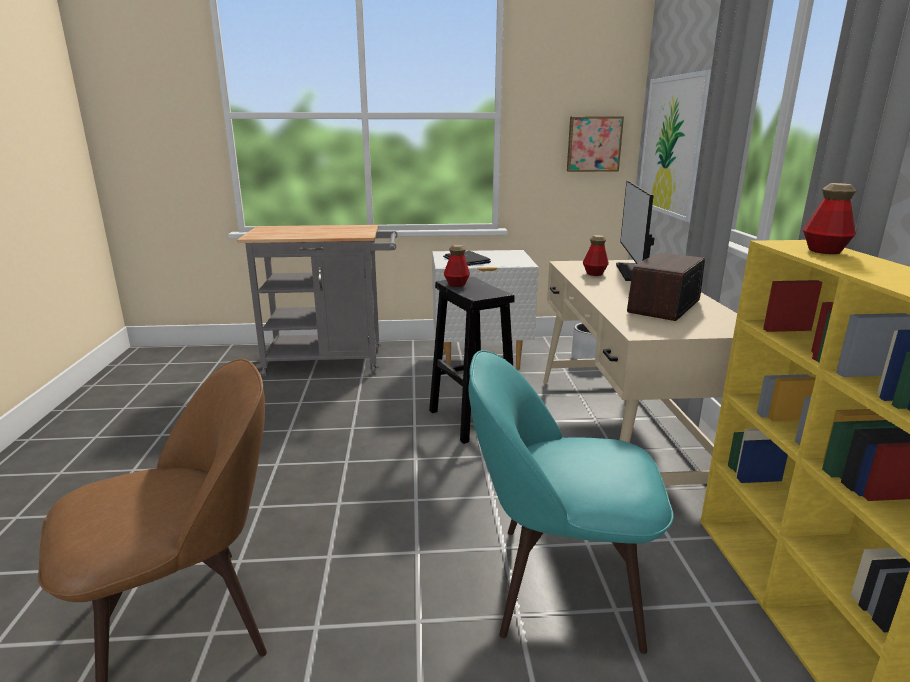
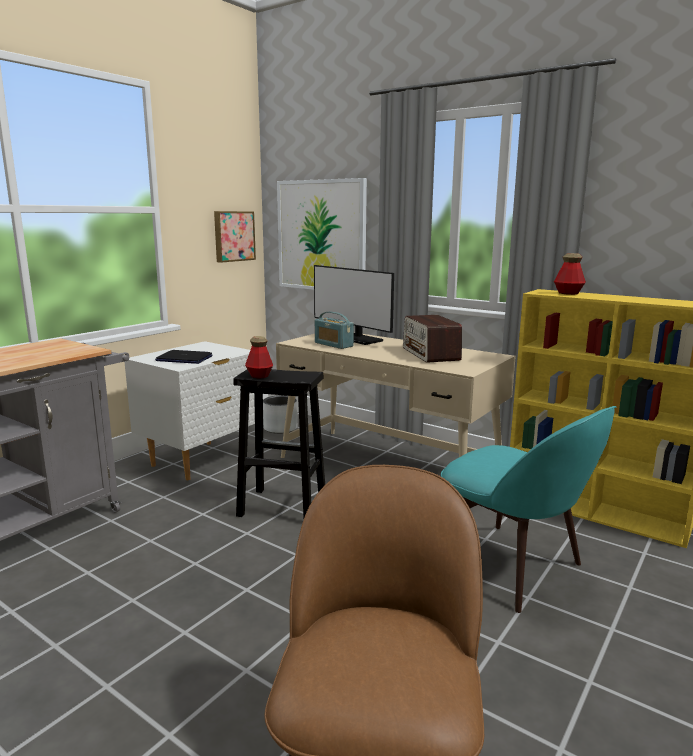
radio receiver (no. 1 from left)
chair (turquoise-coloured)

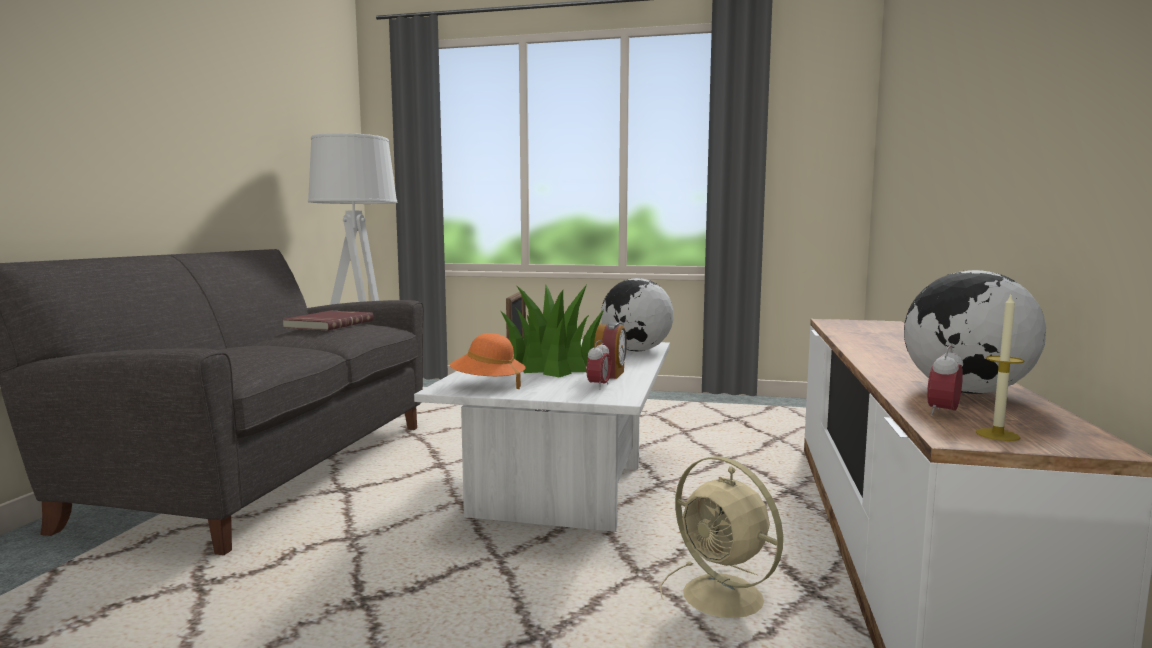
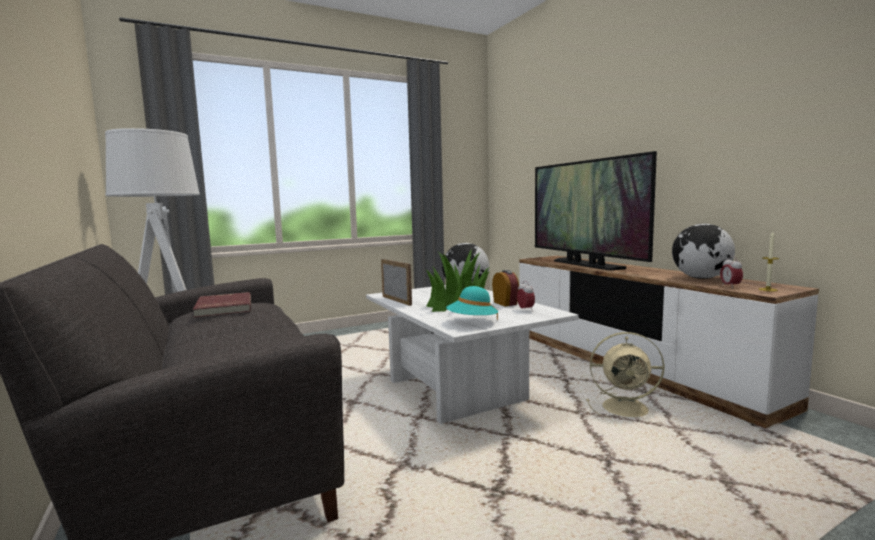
hat (turquoise-coloured)
TV set

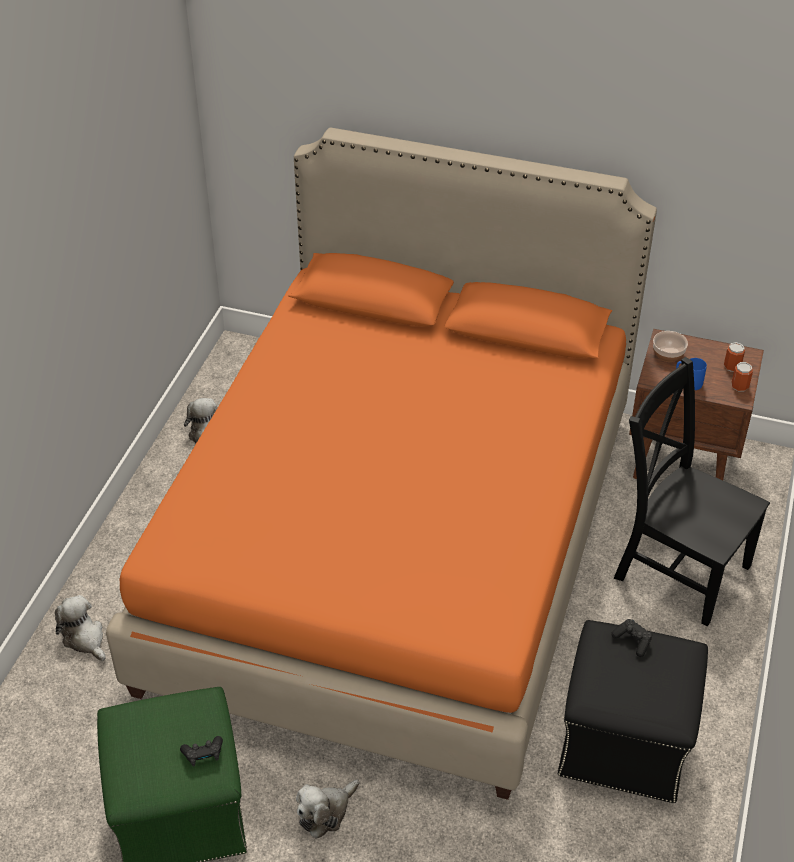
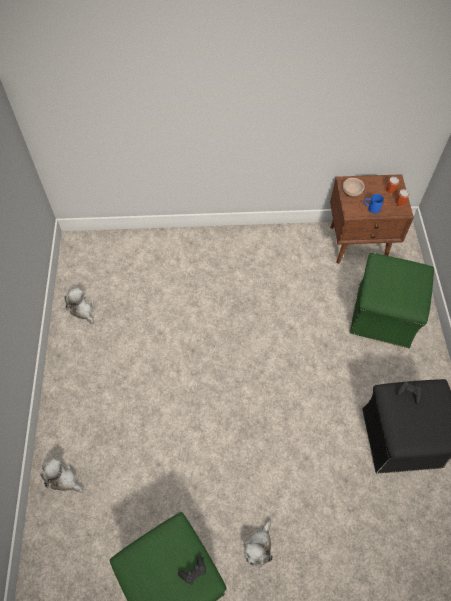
bedroom bed (orangey)
ottoman (green) (no. 2 from left)

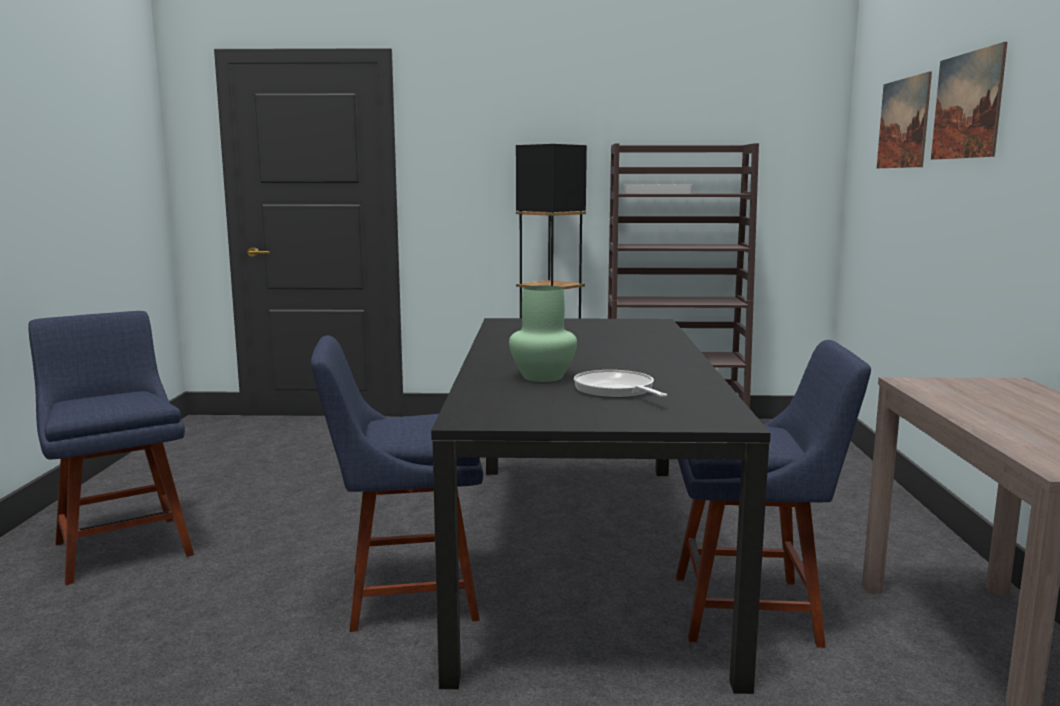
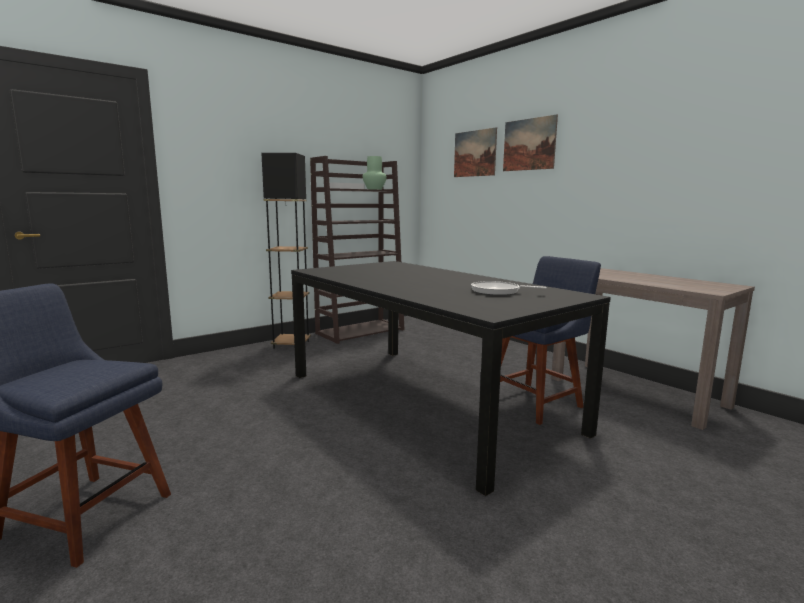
decorative vase (green)
chair (bluish) (no. 2 from left in the first image)

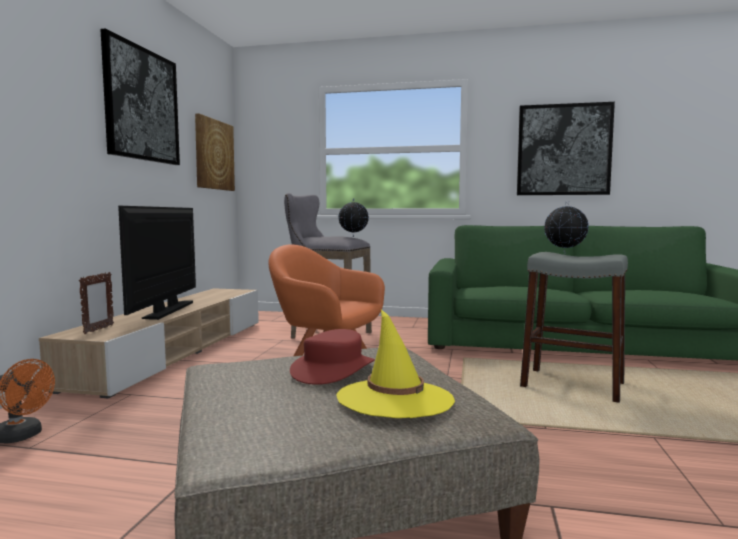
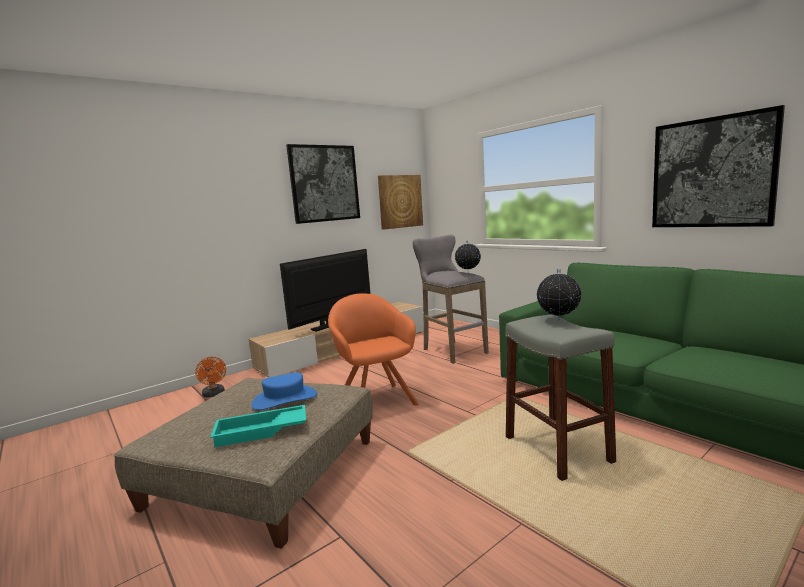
photo frame
serving tray (turquoise-coloured)
hat (bluish)

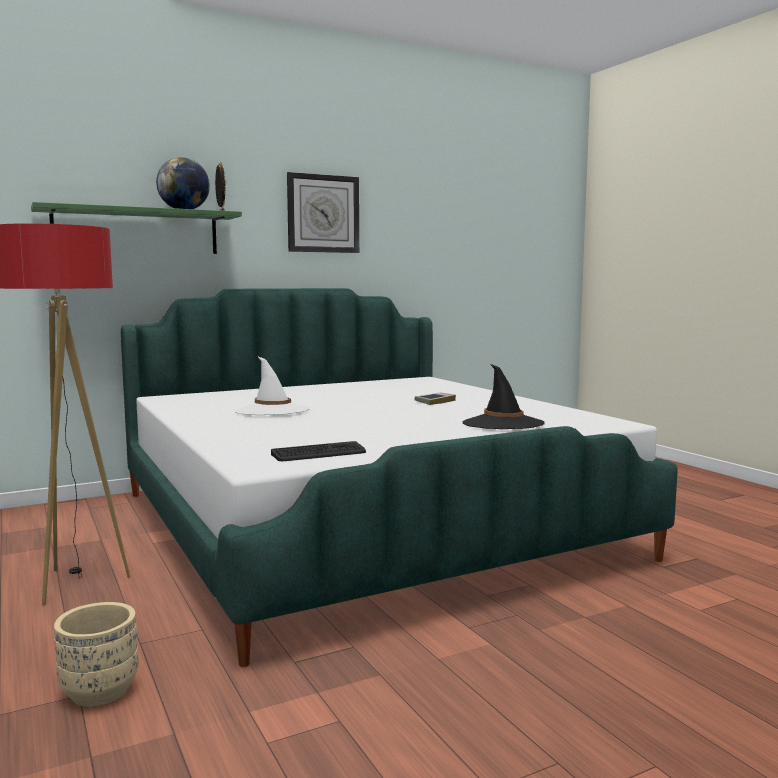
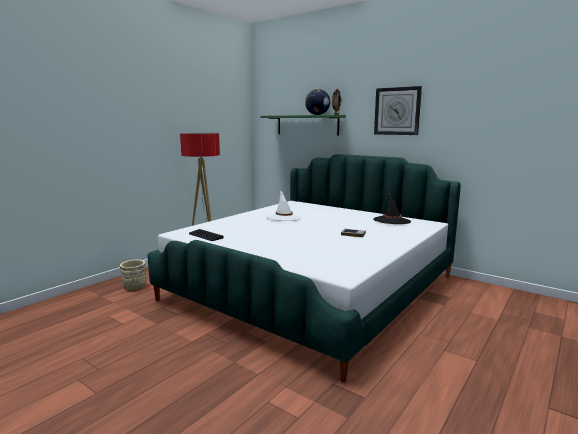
hat (black-coloured)

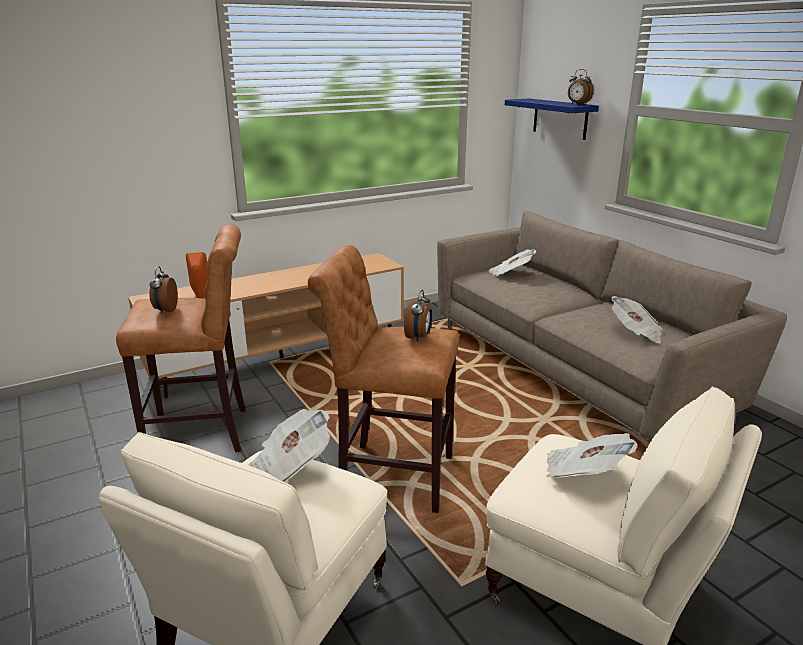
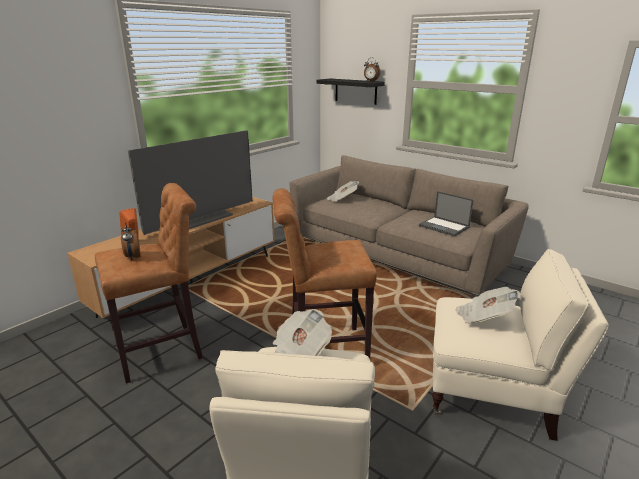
wall shelf (black-coloured)
bedside clock (no. 2 from left in the first image)
portable computer
TV set

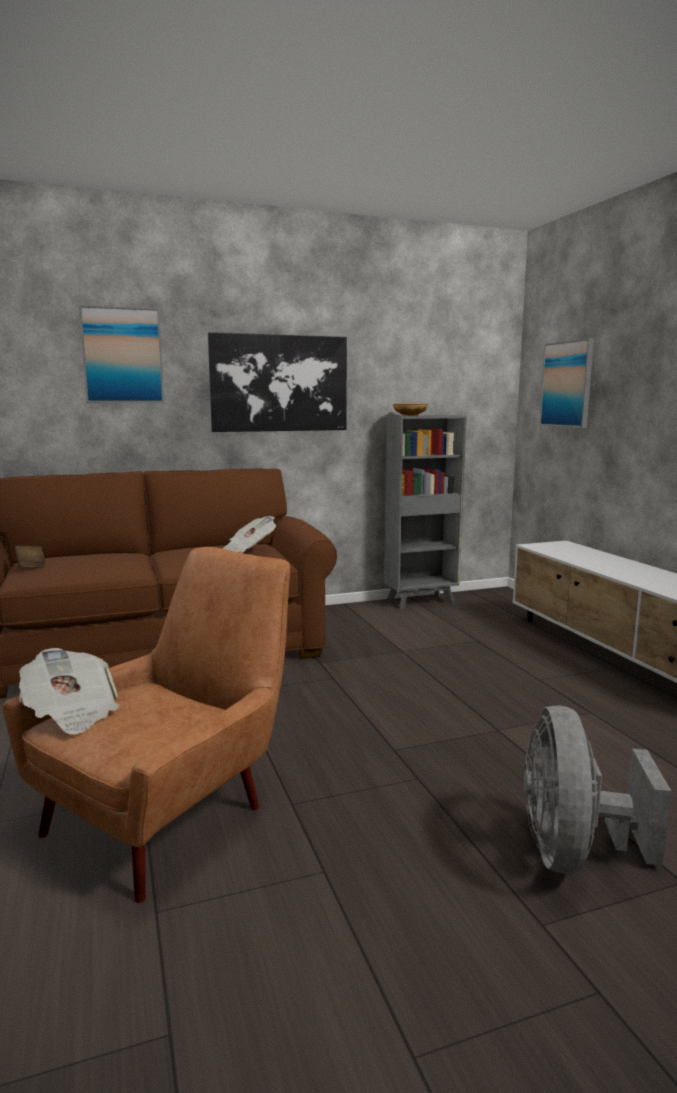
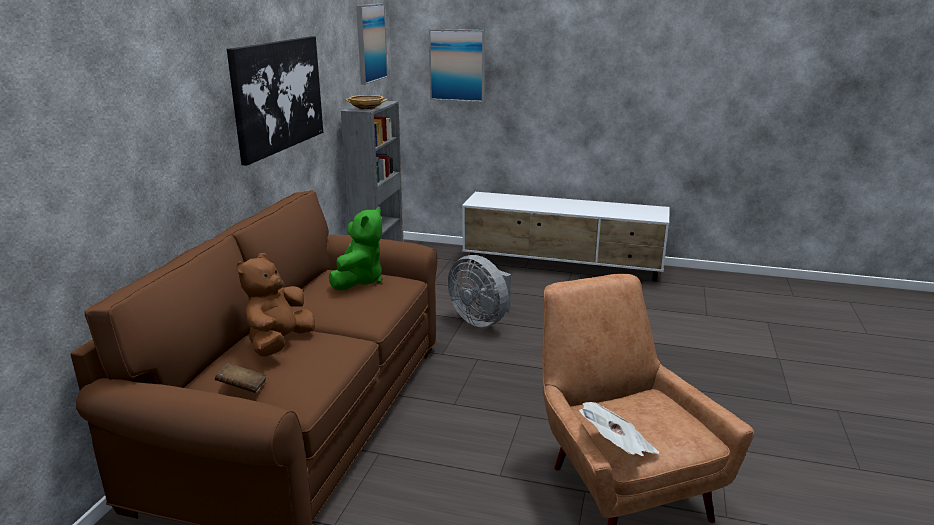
wall art (no. 2 from left)
plush toy (green)
fan (greyish)
plush toy (brownish)

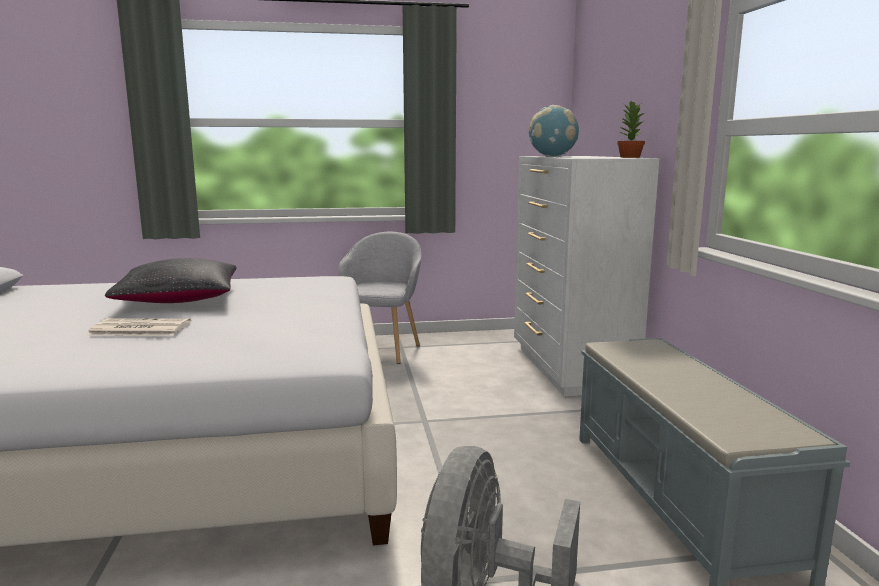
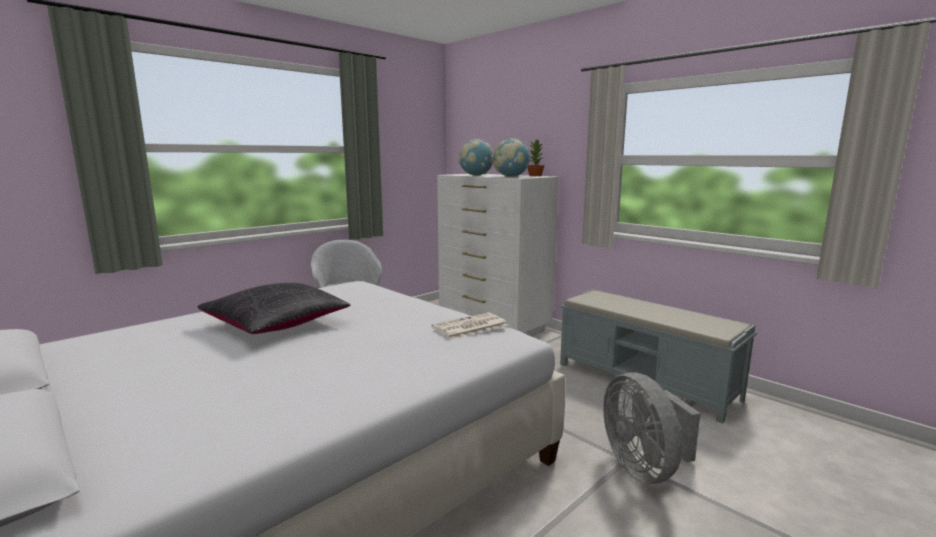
daily paper
globe (no. 2 from left)

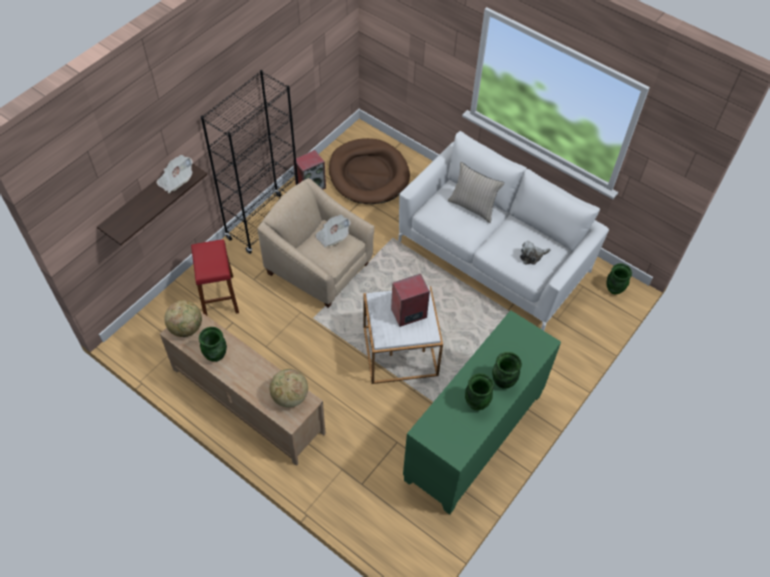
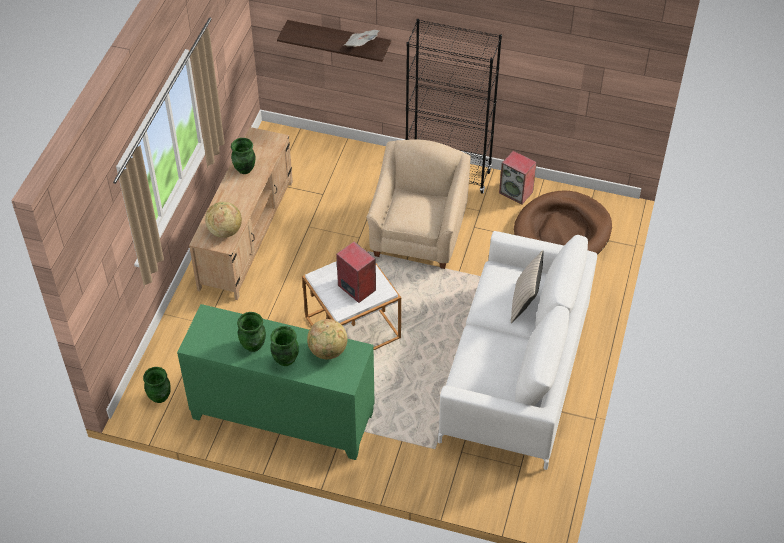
daily paper (no. 2 from left in the first image)
stool (red)
plush toy
decorative vase (green) (no. 1 from left)
globe (no. 2 from left)

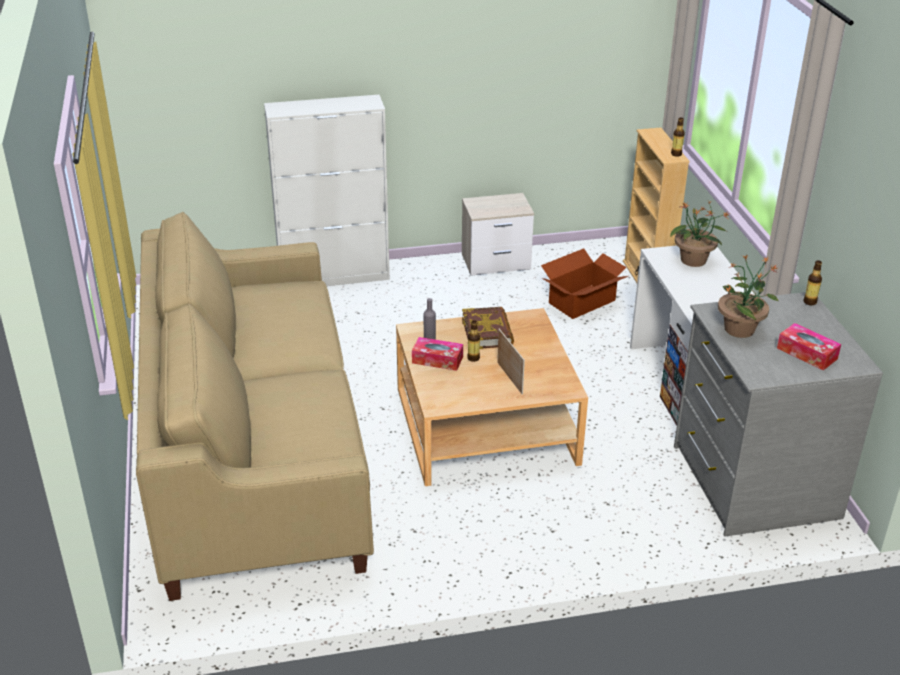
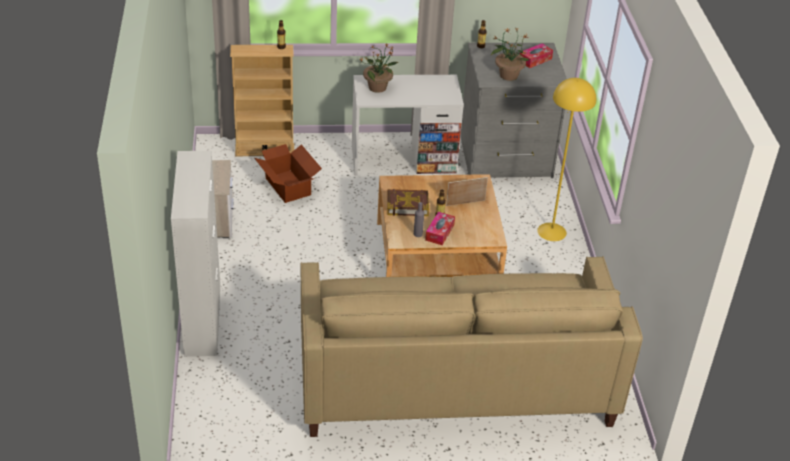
standing lamp (yellow-coloured)

